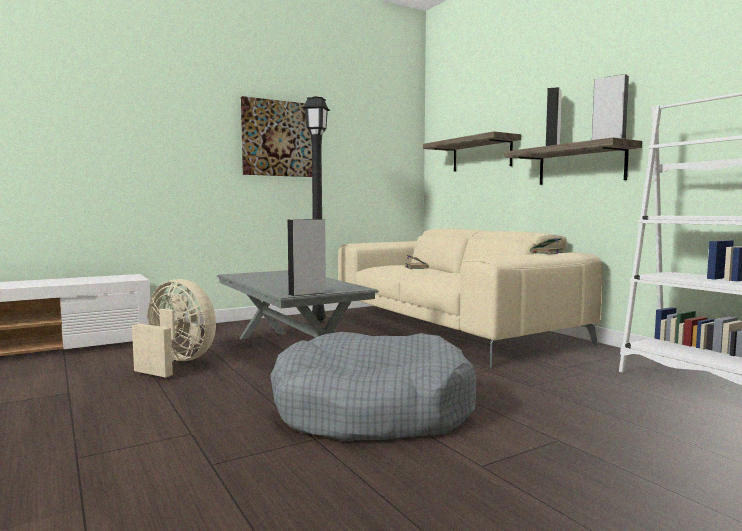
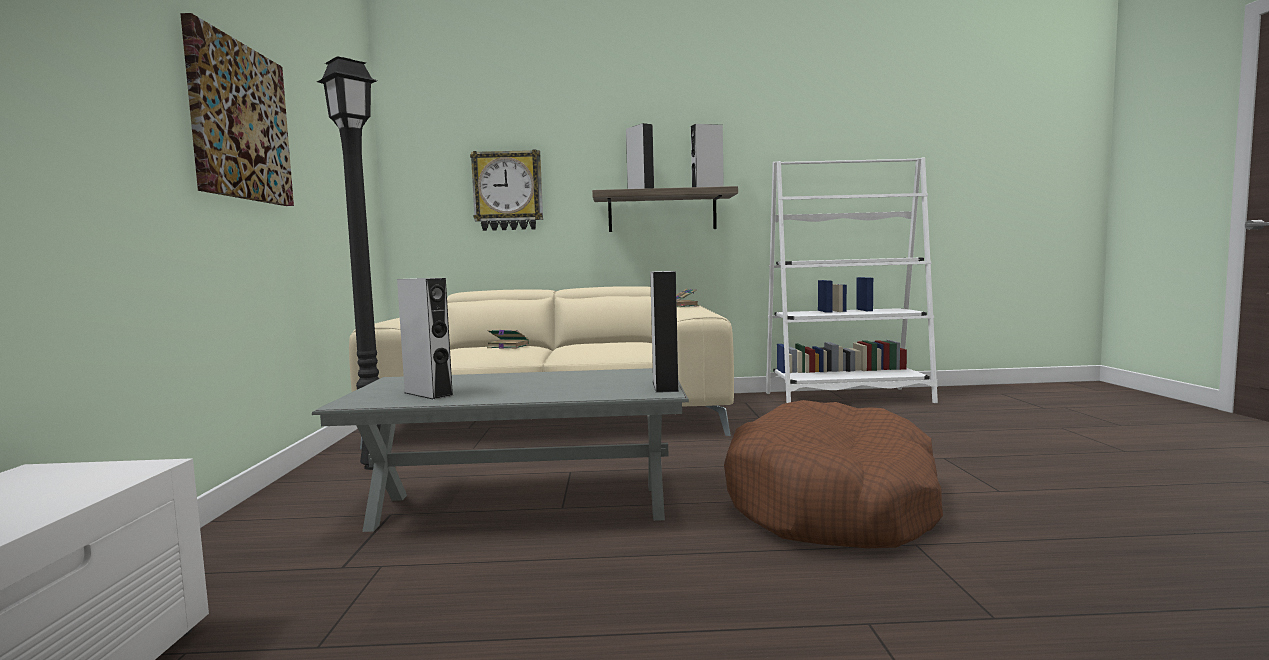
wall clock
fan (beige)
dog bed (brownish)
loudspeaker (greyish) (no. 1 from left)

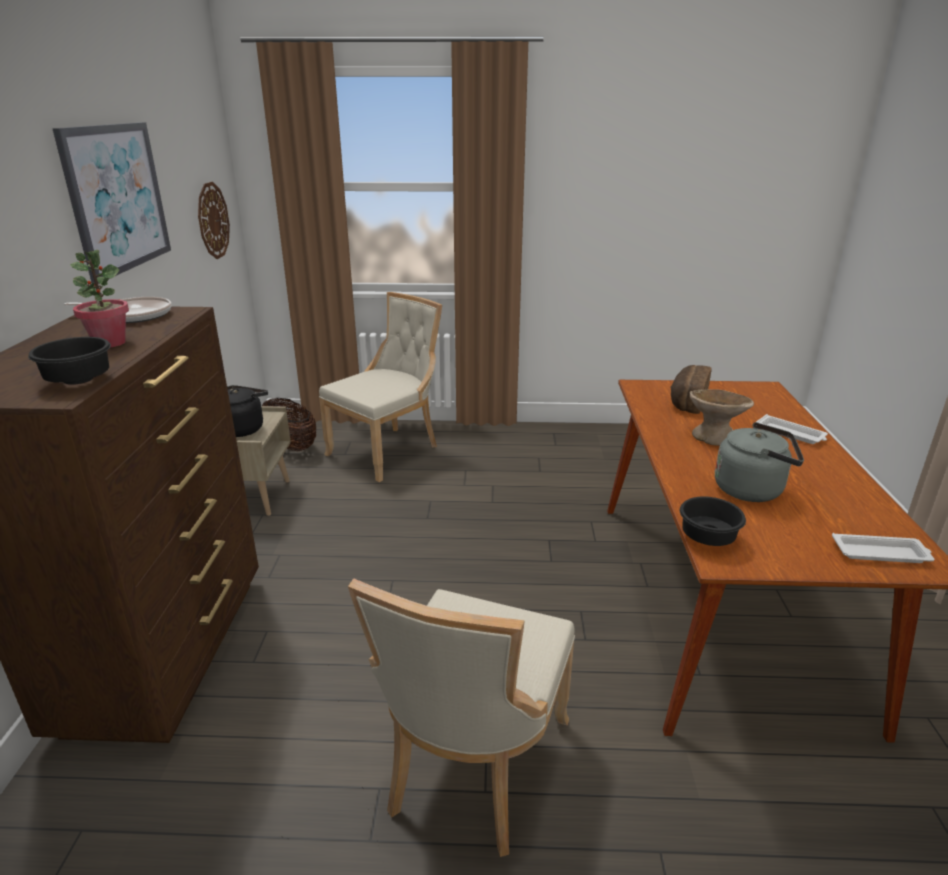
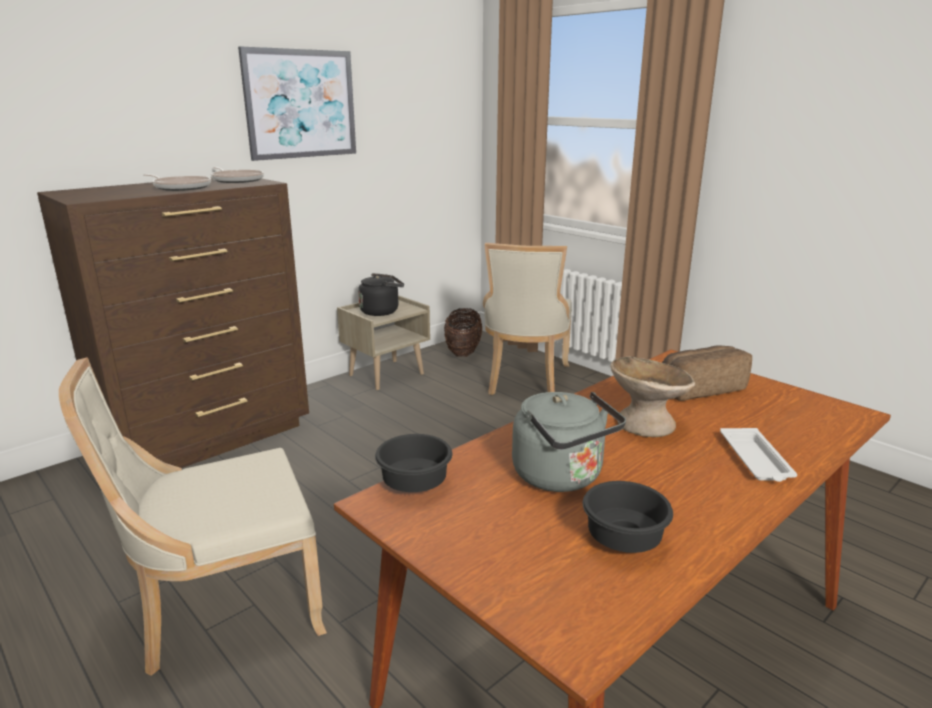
wall clock
frying pan (no. 1 from left)
chair (beige) (no. 2 from left)
deep dish (black-coloured) (no. 2 from left)
serving tray (whitish) (no. 2 from left in the first image)

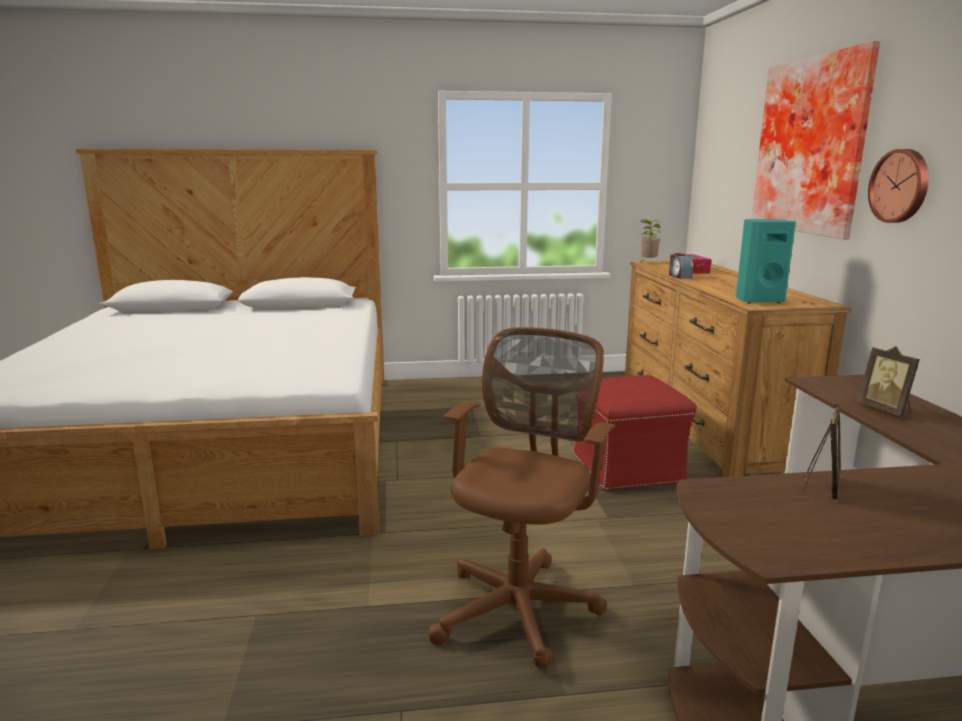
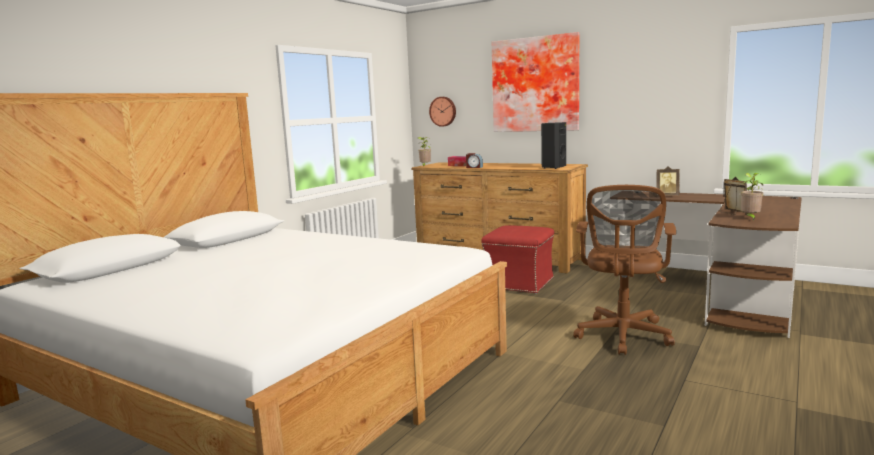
wall clock
loudspeaker (black-coloured)
office chair (brownish)
potted plant (no. 2 from left)

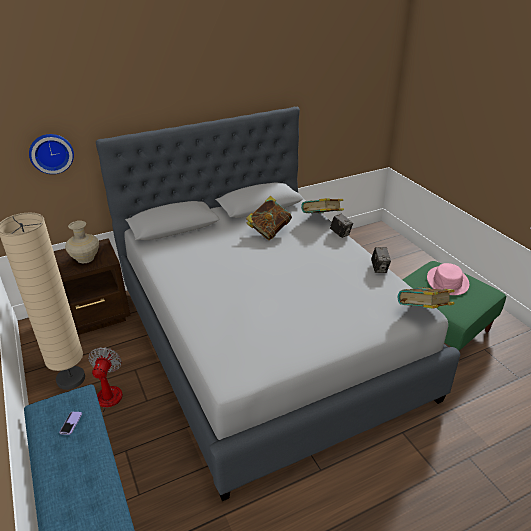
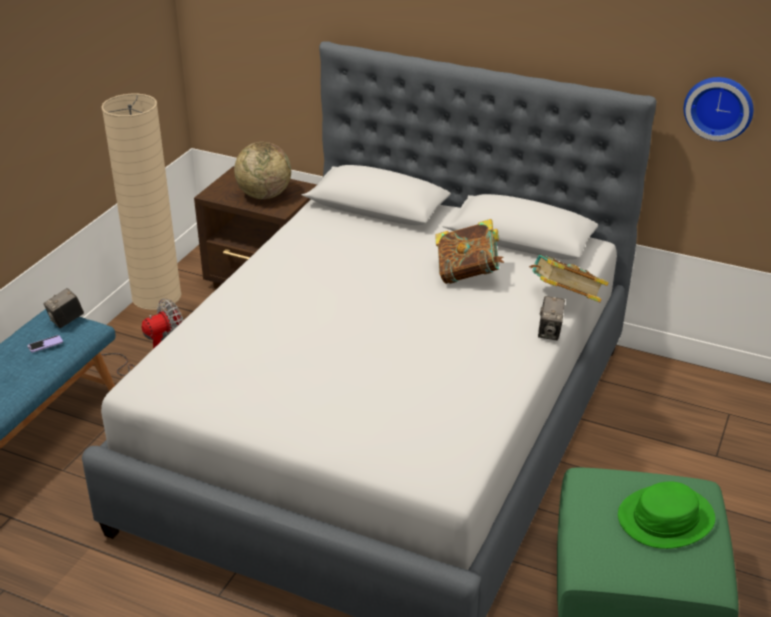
wall clock
globe
still camera (no. 1 from left)
hat (green)
bound book (no. 3 from left in the first image)

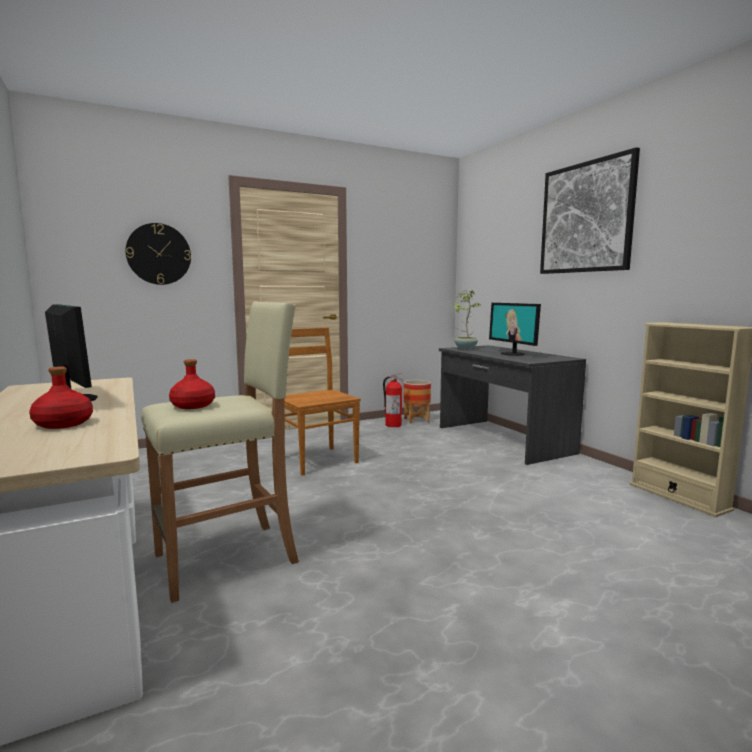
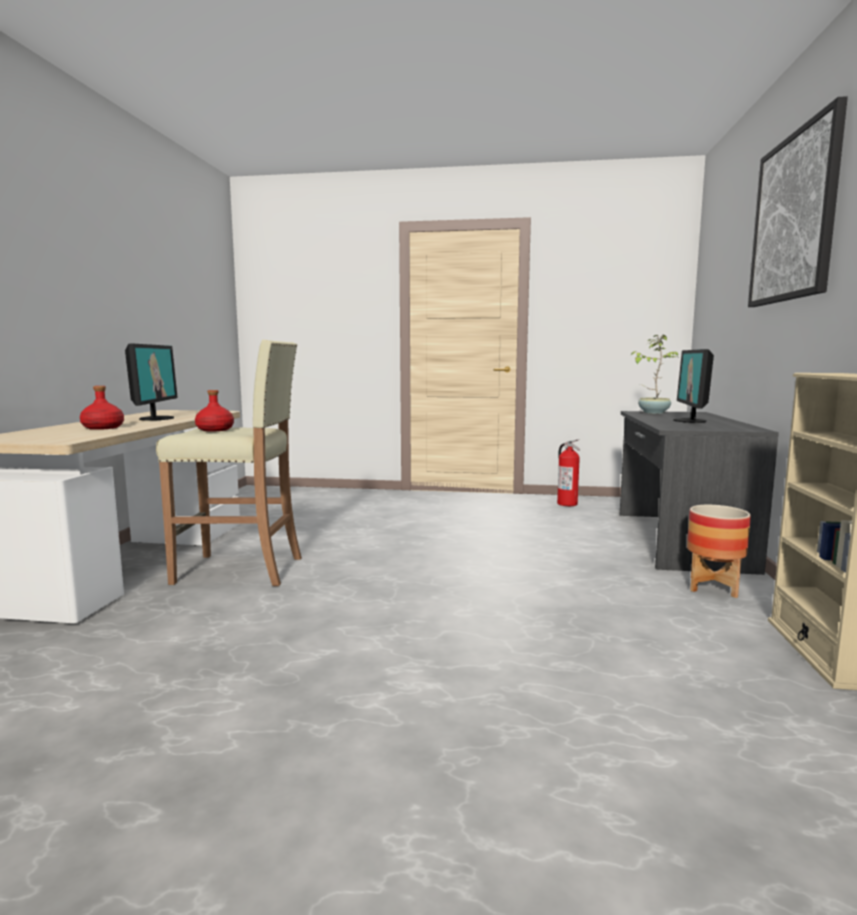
wall clock
chair (brownish)
flower pot

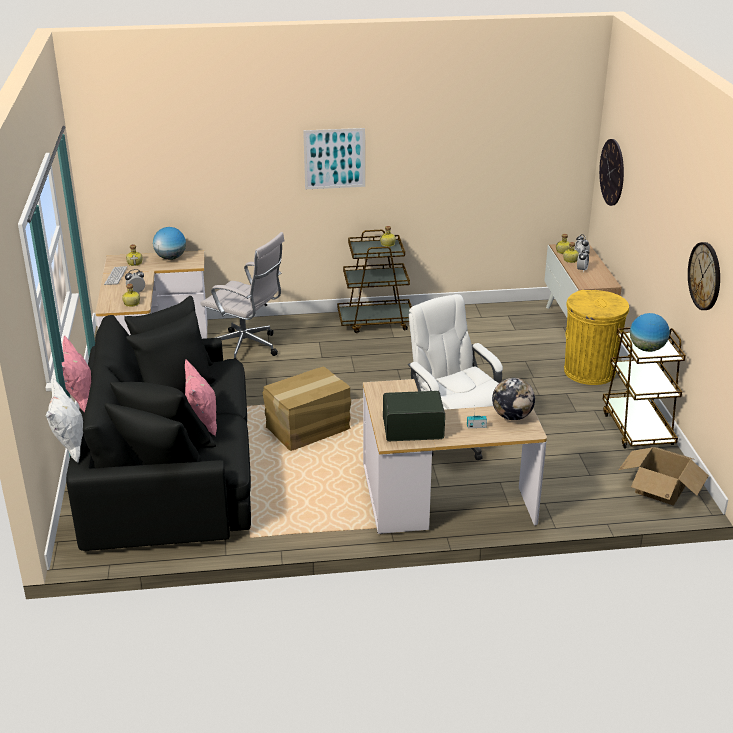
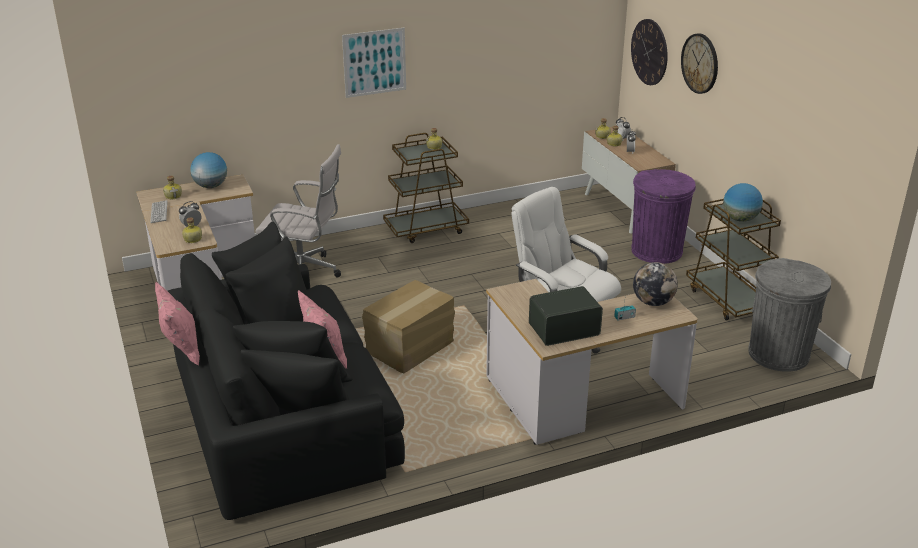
wall clock (no. 2 from left)
waste bin (purple)
pillow (whitish)
waste bin (greyish)

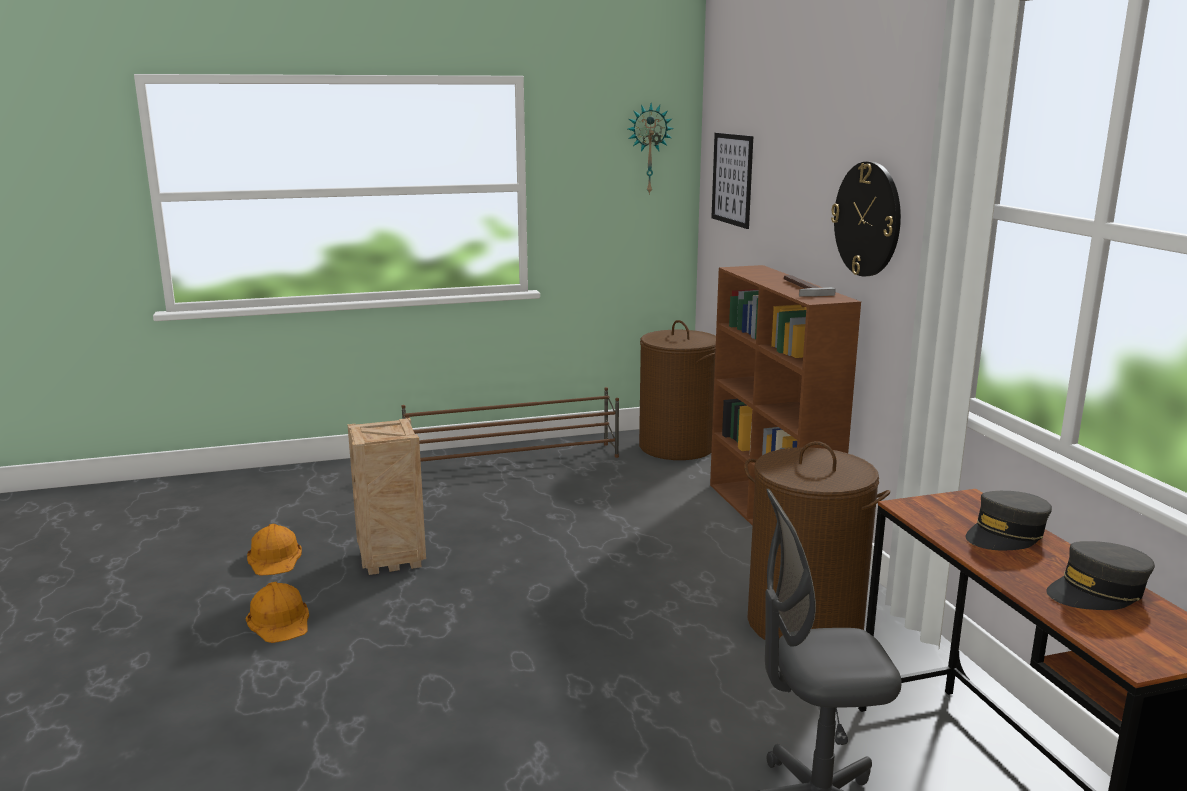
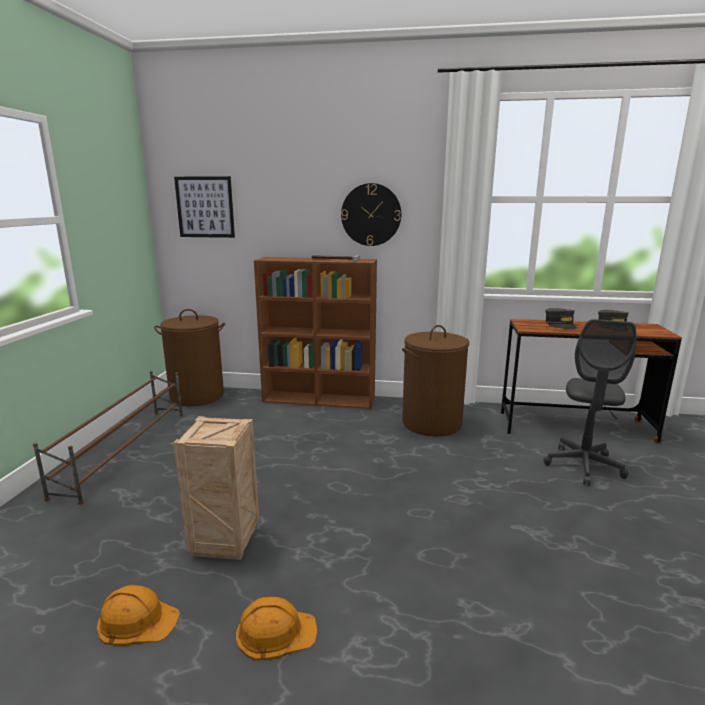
wall clock (no. 1 from left in the first image)

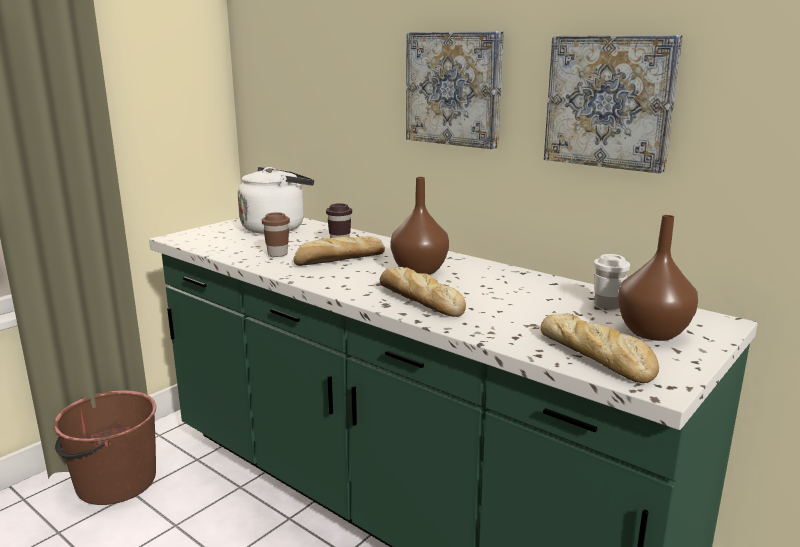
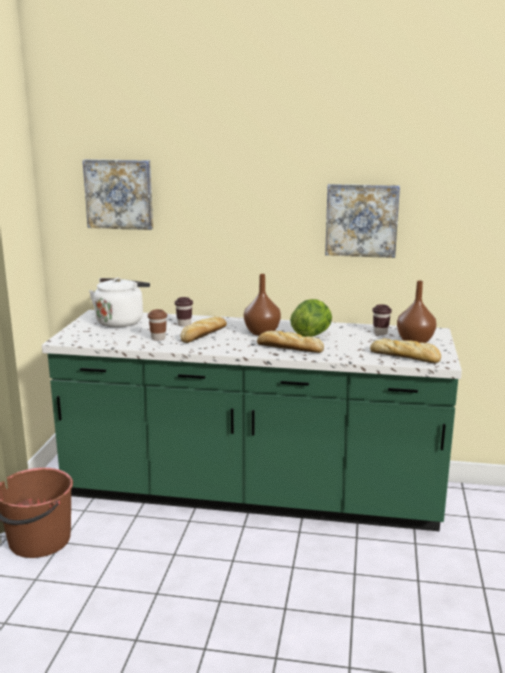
wall art (no. 1 from left)
cup (brownish) (no. 3 from left)
lettuce head

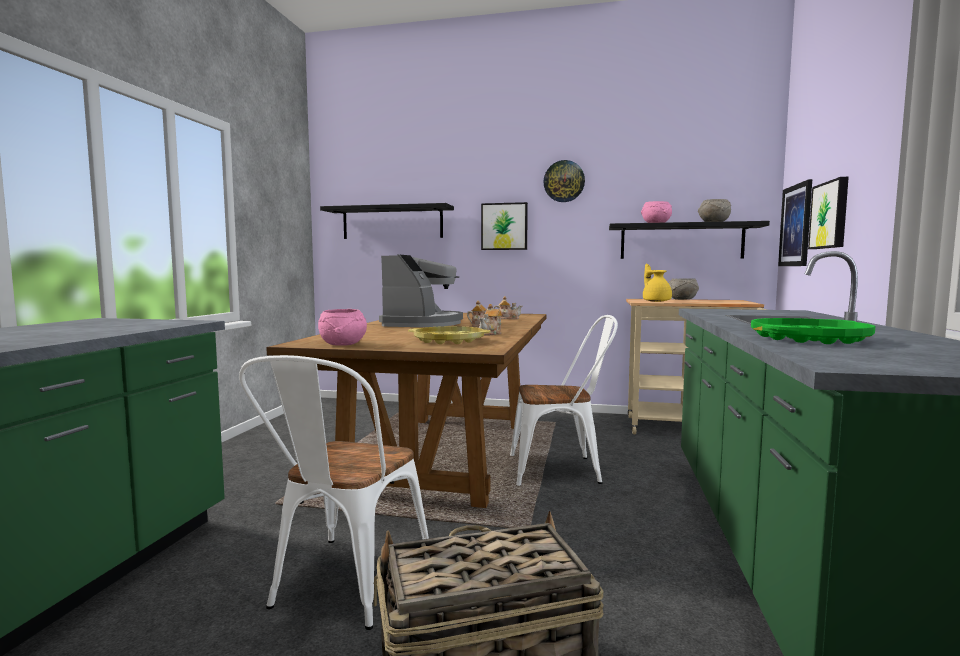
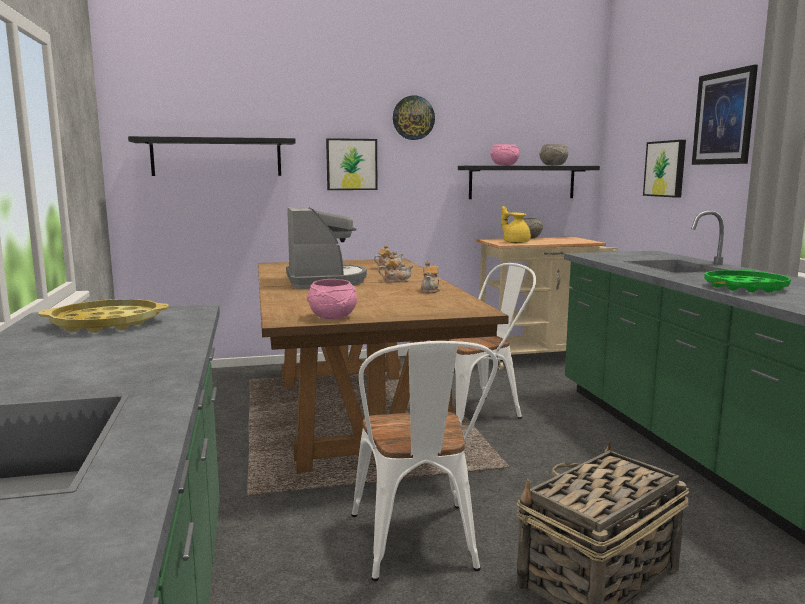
wall art (no. 3 from left)
serving tray (yellow-coloured)

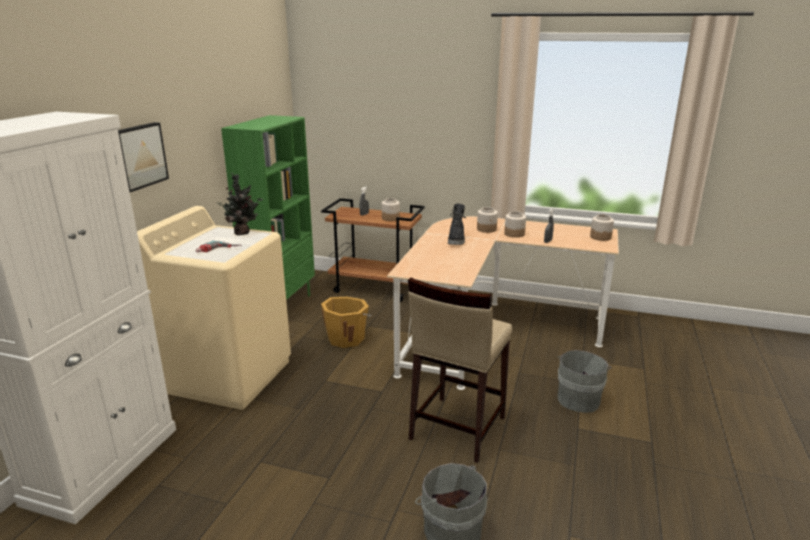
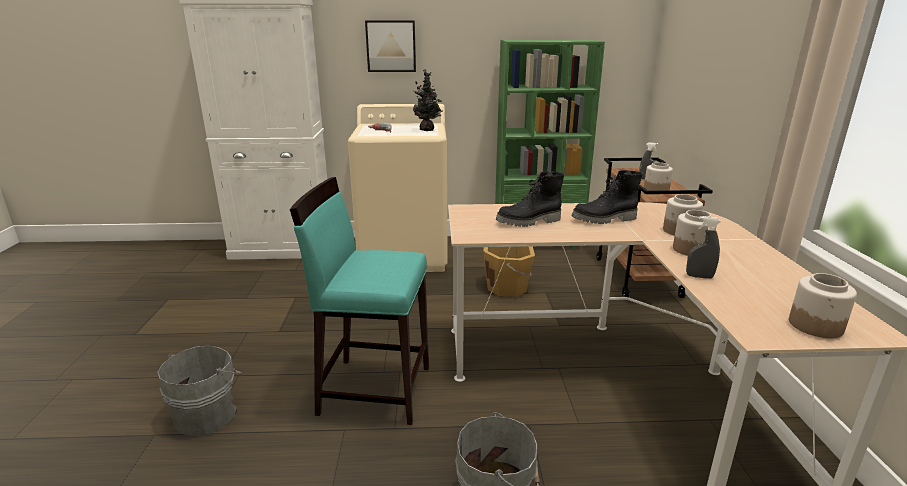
stool (turquoise-coloured)
tall boot (black-coloured) (no. 1 from left)

